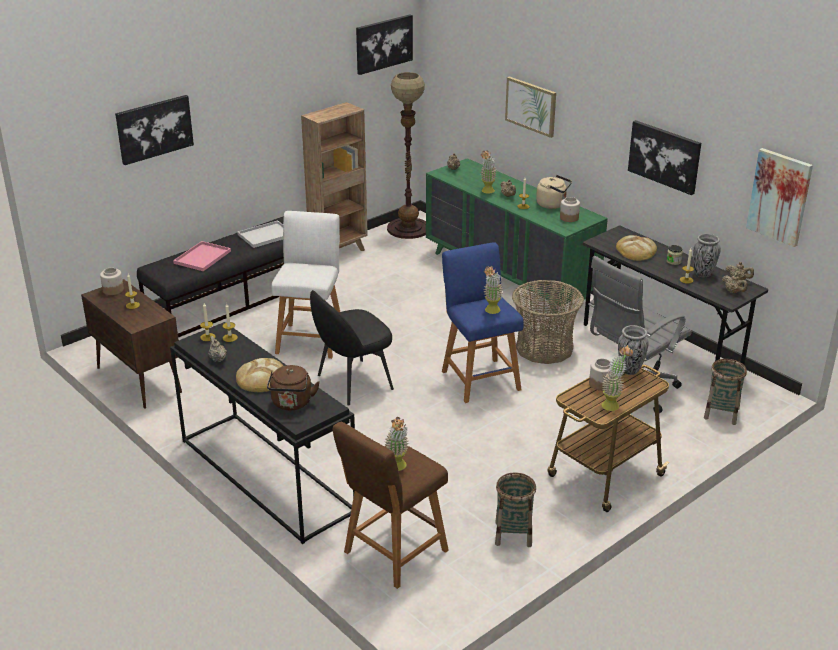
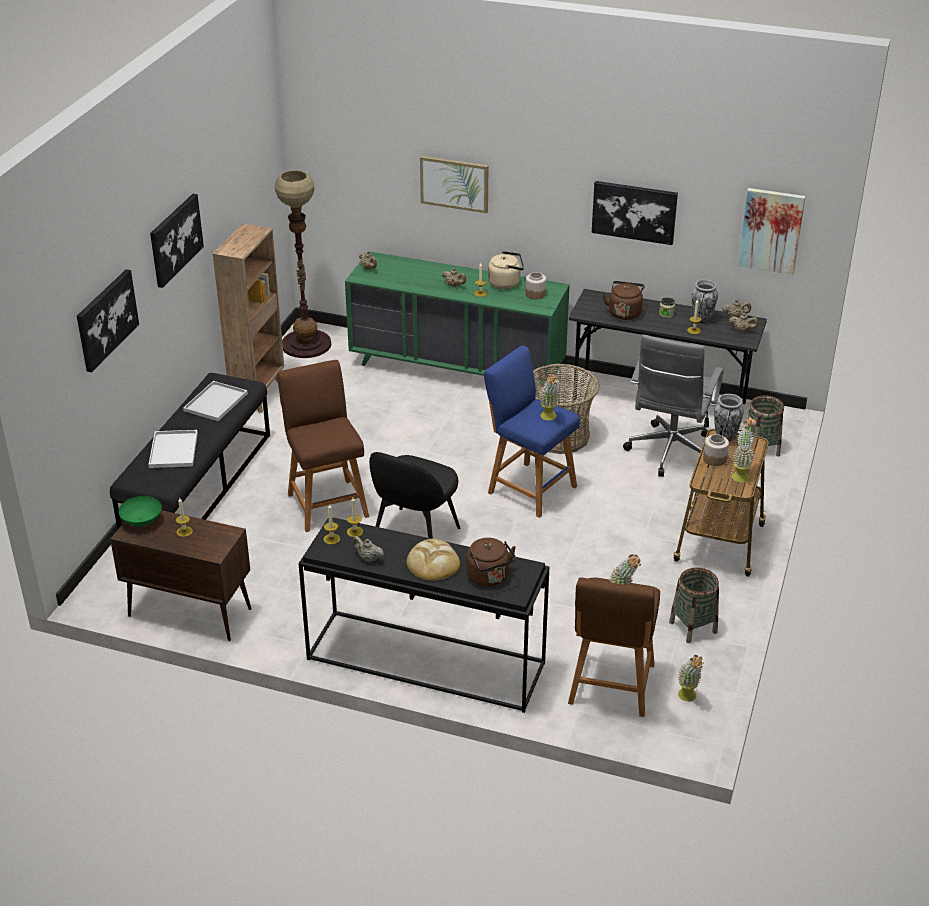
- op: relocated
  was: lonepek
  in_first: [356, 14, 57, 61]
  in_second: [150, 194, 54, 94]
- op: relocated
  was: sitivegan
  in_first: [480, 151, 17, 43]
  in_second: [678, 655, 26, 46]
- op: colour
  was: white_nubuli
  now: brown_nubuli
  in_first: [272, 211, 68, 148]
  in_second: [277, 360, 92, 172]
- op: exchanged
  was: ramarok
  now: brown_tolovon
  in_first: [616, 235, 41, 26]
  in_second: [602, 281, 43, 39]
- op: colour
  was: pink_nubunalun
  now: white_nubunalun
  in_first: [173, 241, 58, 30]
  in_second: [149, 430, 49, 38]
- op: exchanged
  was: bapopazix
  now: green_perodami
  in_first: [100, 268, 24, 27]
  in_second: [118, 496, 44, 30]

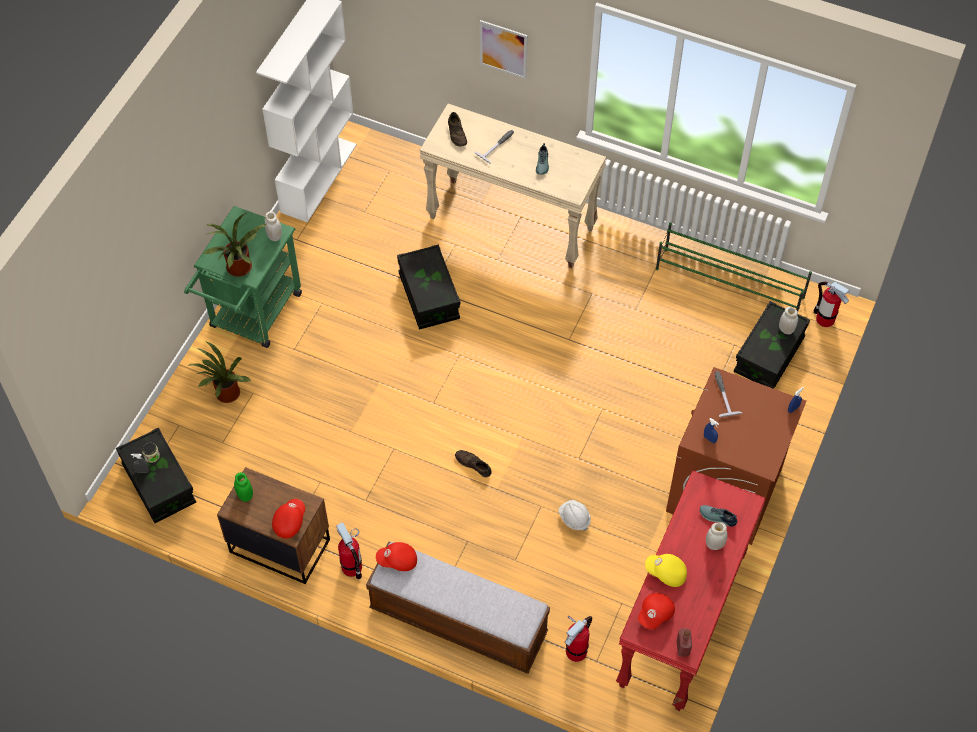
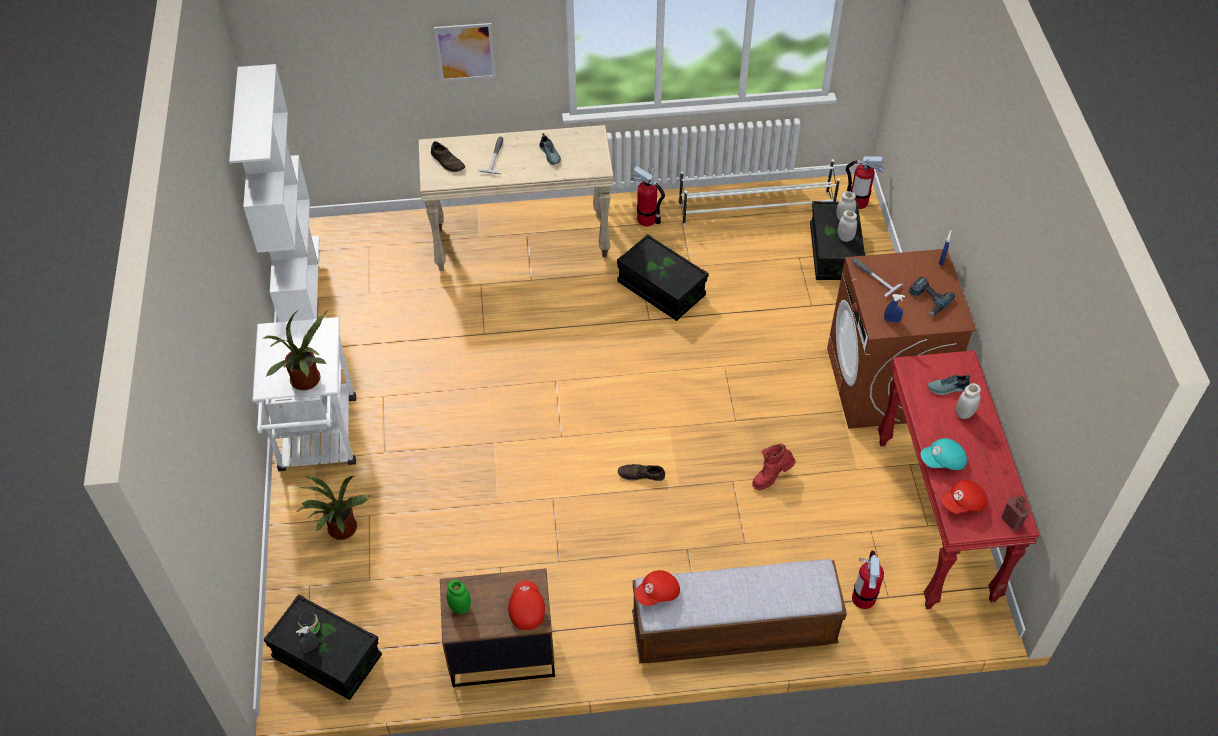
- op: colour
  was: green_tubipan
  now: white_tubipan
  in_first: [184, 206, 118, 142]
  in_second: [252, 317, 104, 154]
- op: relocated
  was: white_bapopazix
  in_first: [265, 211, 17, 30]
  in_second: [838, 210, 19, 32]
- op: colour
  was: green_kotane
  now: white_kotane
  in_first: [656, 223, 156, 88]
  in_second: [679, 159, 161, 66]
- op: relocated
  was: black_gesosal
  in_first: [397, 244, 64, 86]
  in_second: [617, 234, 92, 87]
- op: exchanged
  was: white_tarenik
  now: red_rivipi
  in_first: [559, 500, 32, 32]
  in_second: [752, 443, 44, 47]
- op: relocated
  was: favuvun
  in_first: [336, 522, 26, 57]
  in_second: [631, 165, 34, 61]
- op: colour
  was: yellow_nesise
  now: turquoise_nesise
  in_first: [645, 554, 42, 33]
  in_second: [920, 438, 47, 32]
- op: spun
  was: red_nesise
  in_first: [638, 593, 37, 36]
  in_second: [942, 480, 46, 33]
  clockwise: 60
- op: appeared
  now: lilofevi
  in_second: [909, 276, 46, 40]

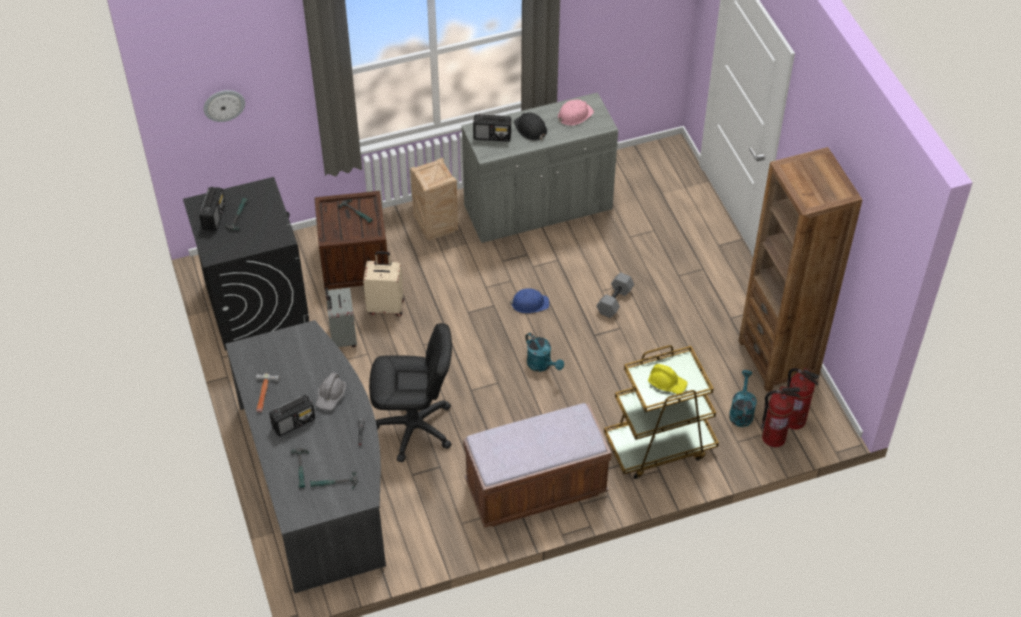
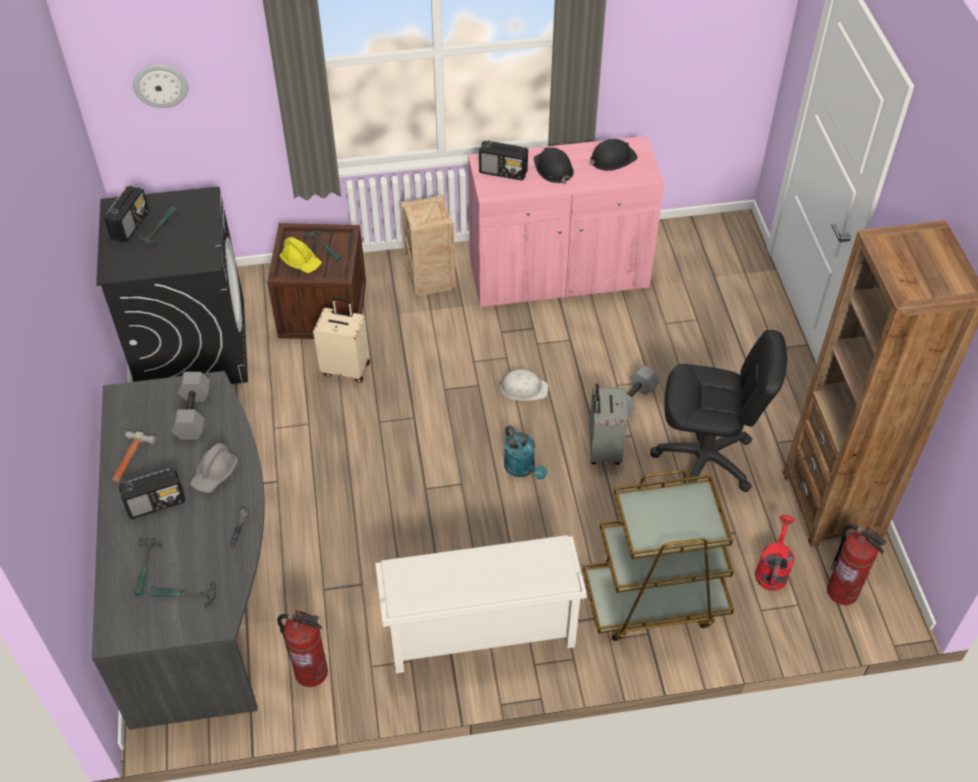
- op: colour
  was: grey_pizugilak
  now: pink_pizugilak
  in_first: [462, 92, 156, 151]
  in_second: [468, 136, 196, 171]
- op: colour
  was: pink_tarenik
  now: black_tarenik
  in_first: [558, 99, 36, 27]
  in_second: [590, 139, 48, 32]
- op: relocated
  was: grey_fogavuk
  in_first: [325, 287, 32, 60]
  in_second: [589, 384, 39, 81]
- op: colour
  was: blue_tarenik
  now: white_tarenik
  in_first: [510, 288, 39, 25]
  in_second: [498, 369, 51, 32]
- op: relocated
  was: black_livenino
  in_first: [369, 323, 83, 139]
  in_second: [650, 330, 137, 162]
- op: relocated
  was: yellow_tarenik
  in_first: [648, 364, 40, 30]
  in_second: [280, 237, 42, 36]
- op: colour
  was: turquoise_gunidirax
  now: red_gunidirax
  in_first: [729, 370, 28, 57]
  in_second: [755, 515, 40, 76]
- op: relocated
  was: favuvun
  in_first: [761, 386, 39, 61]
  in_second: [277, 610, 51, 77]
- op: exchanged
  was: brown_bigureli
  now: white_kotane
  in_first: [463, 403, 149, 125]
  in_second: [375, 535, 212, 138]
- op: appeared
  now: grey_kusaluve
  in_second: [171, 372, 39, 68]

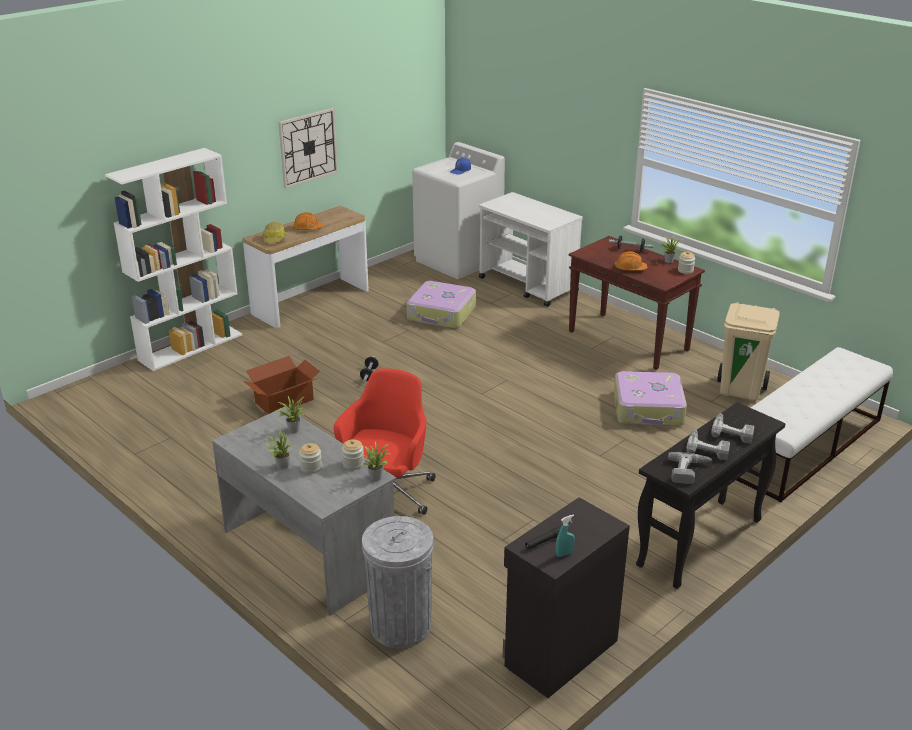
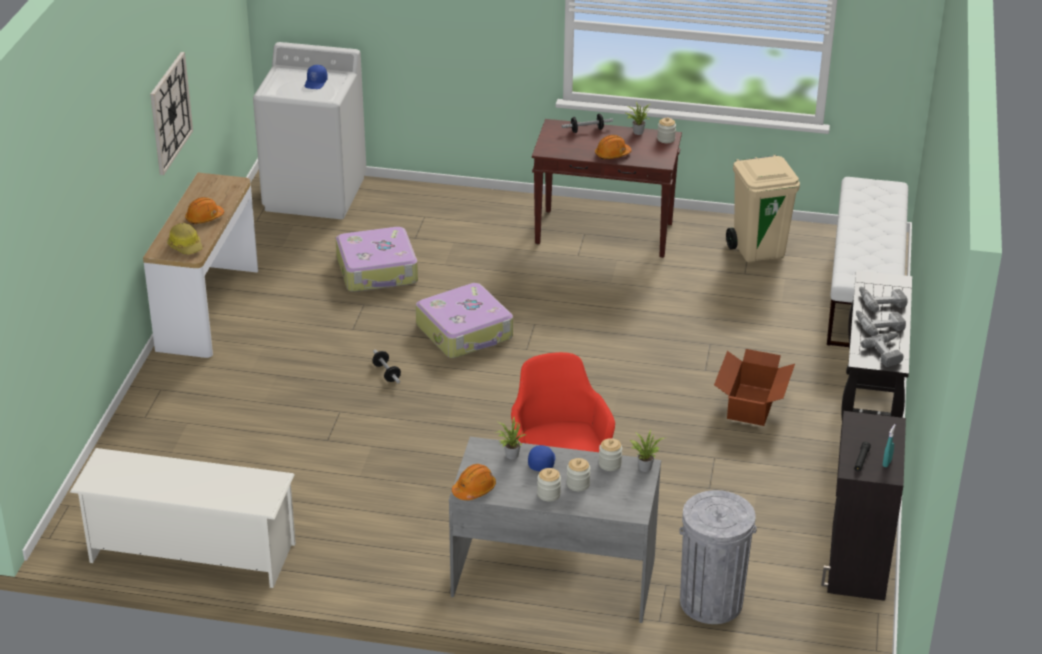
- op: missing
  was: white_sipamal
  in_first: [105, 148, 137, 223]
- op: missing
  was: white_tubipan
  in_first: [479, 192, 104, 115]
- op: relocated
  was: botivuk
  in_first: [244, 356, 76, 58]
  in_second: [714, 349, 81, 77]
- op: relocated
  was: fogavuk
  in_first: [614, 371, 73, 55]
  in_second: [416, 283, 97, 75]
- op: exchanged
  was: sitivegan
  now: bapopazix
  in_first: [265, 429, 28, 40]
  in_second: [537, 468, 24, 33]
- op: appeared
  now: blue_nesise
  in_second: [528, 445, 27, 26]
- op: appeared
  now: white_kotane
  in_second: [70, 448, 226, 140]
- op: appeared
  now: orange_tarenik
  in_second: [452, 464, 44, 36]

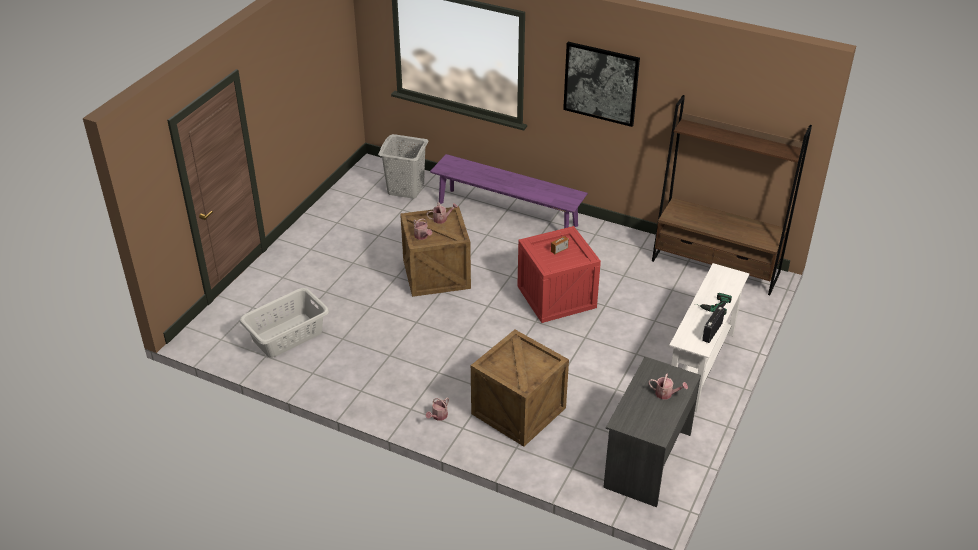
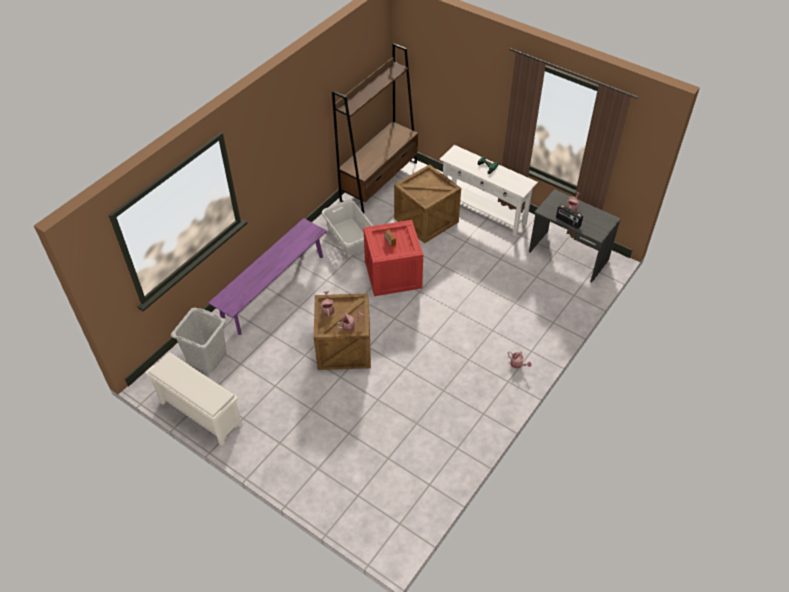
- op: missing
  was: lonepek
  in_first: [563, 42, 77, 85]
- op: relocated
  was: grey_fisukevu
  in_first: [240, 288, 89, 70]
  in_second: [321, 200, 52, 56]
- op: relocated
  was: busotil
  in_first: [702, 306, 23, 37]
  in_second: [556, 204, 27, 25]
- op: relocated
  was: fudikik
  in_first: [471, 330, 98, 117]
  in_second: [394, 164, 67, 80]
- op: appeared
  now: white_kotane
  in_second: [145, 352, 98, 94]

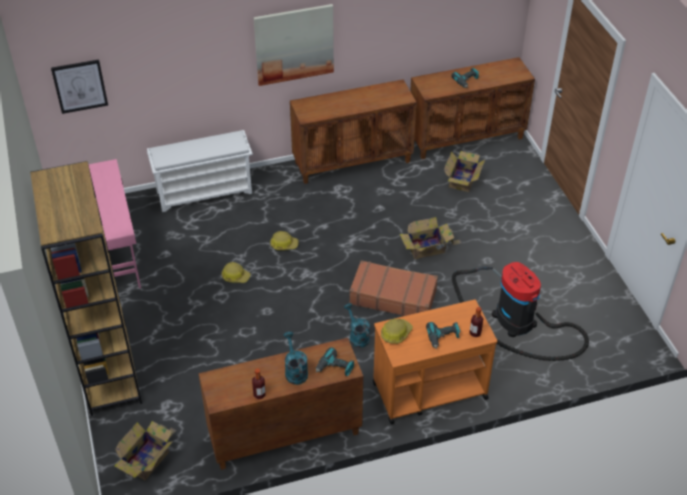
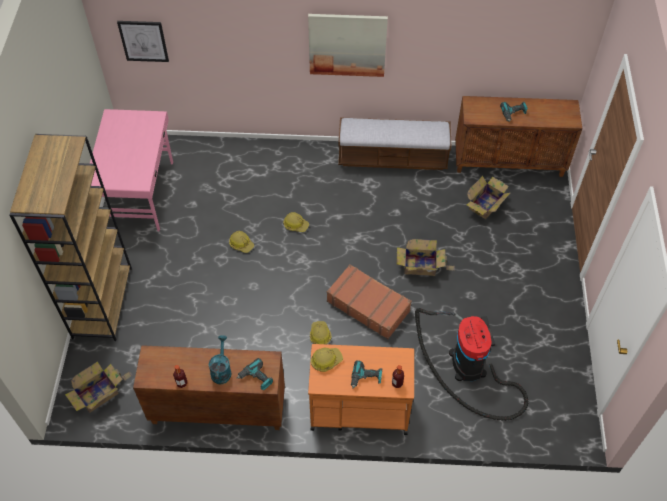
- op: exchanged
  was: brown_pizugilak
  now: bigureli
  in_first: [290, 79, 127, 105]
  in_second: [338, 118, 113, 52]
- op: missing
  was: white_kotane
  in_first: [147, 130, 106, 82]
- op: exchanged
  was: turquoise_gunidirax
  now: tarenik
  in_first: [344, 303, 26, 45]
  in_second: [310, 321, 22, 23]

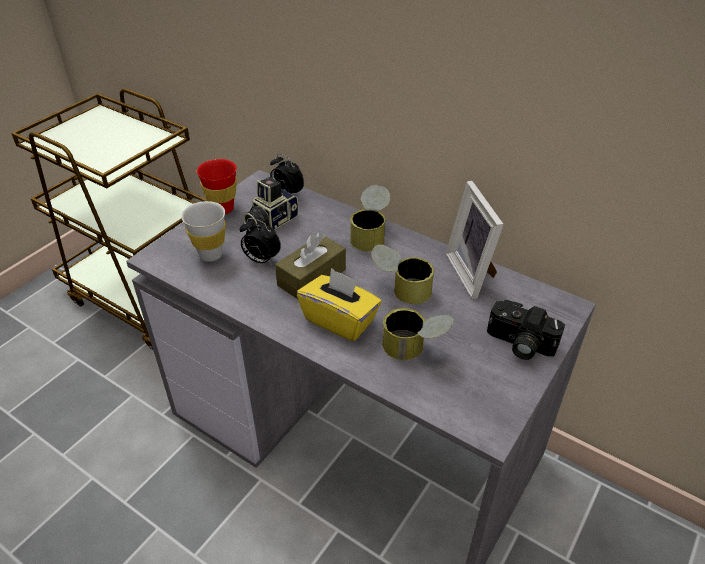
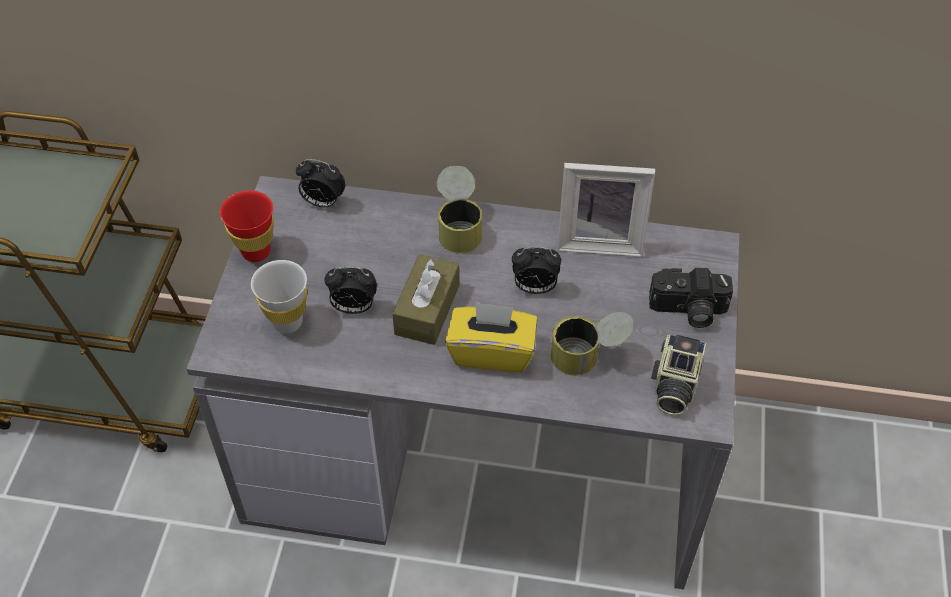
- op: relocated
  was: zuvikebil
  in_first: [243, 177, 56, 53]
  in_second: [651, 334, 55, 81]
- op: spun
  was: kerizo
  in_first: [446, 181, 58, 118]
  in_second: [557, 163, 98, 94]
  clockwise: -45
- op: exchanged
  was: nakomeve
  now: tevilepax
  in_first: [371, 245, 63, 59]
  in_second: [512, 247, 49, 47]

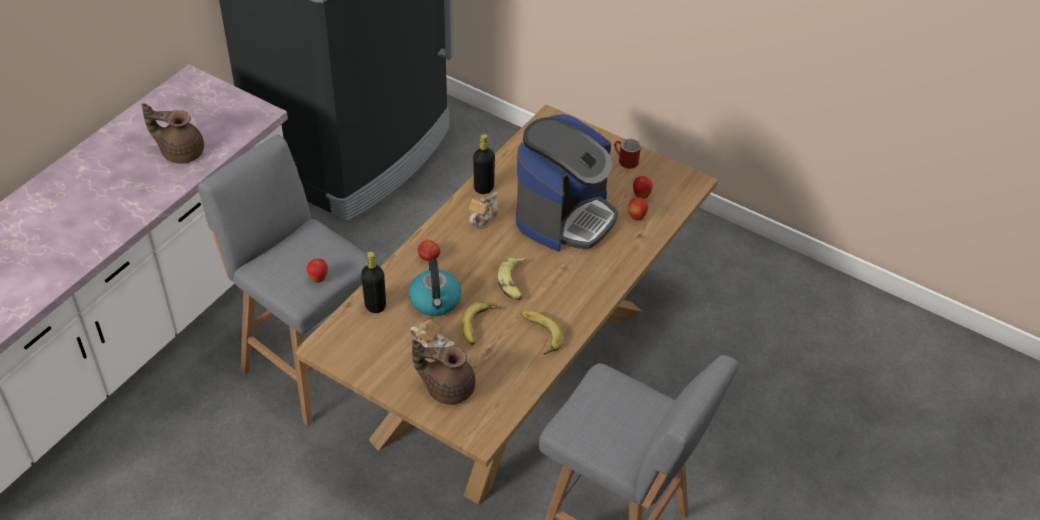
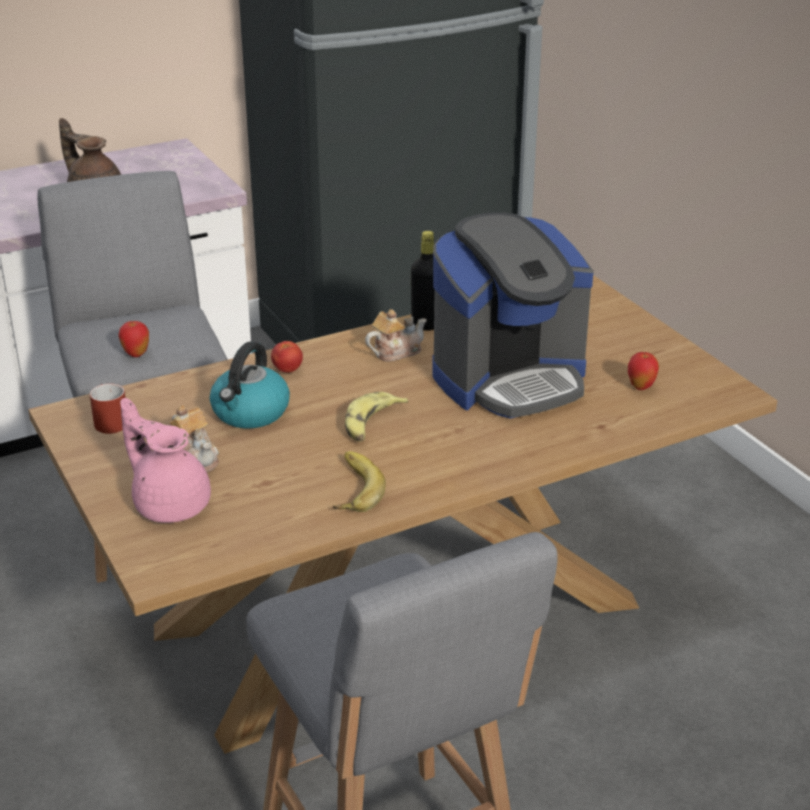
- op: relocated
  was: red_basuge
  in_first: [614, 139, 27, 30]
  in_second: [90, 384, 36, 50]
- op: missing
  was: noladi
  in_first: [628, 197, 20, 24]
- op: missing
  was: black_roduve
  in_first: [361, 251, 25, 62]
- op: missing
  was: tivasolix
  in_first: [461, 302, 40, 43]
- op: colour
  was: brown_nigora
  now: pink_nigora
  in_first: [412, 340, 64, 65]
  in_second: [120, 398, 91, 125]

